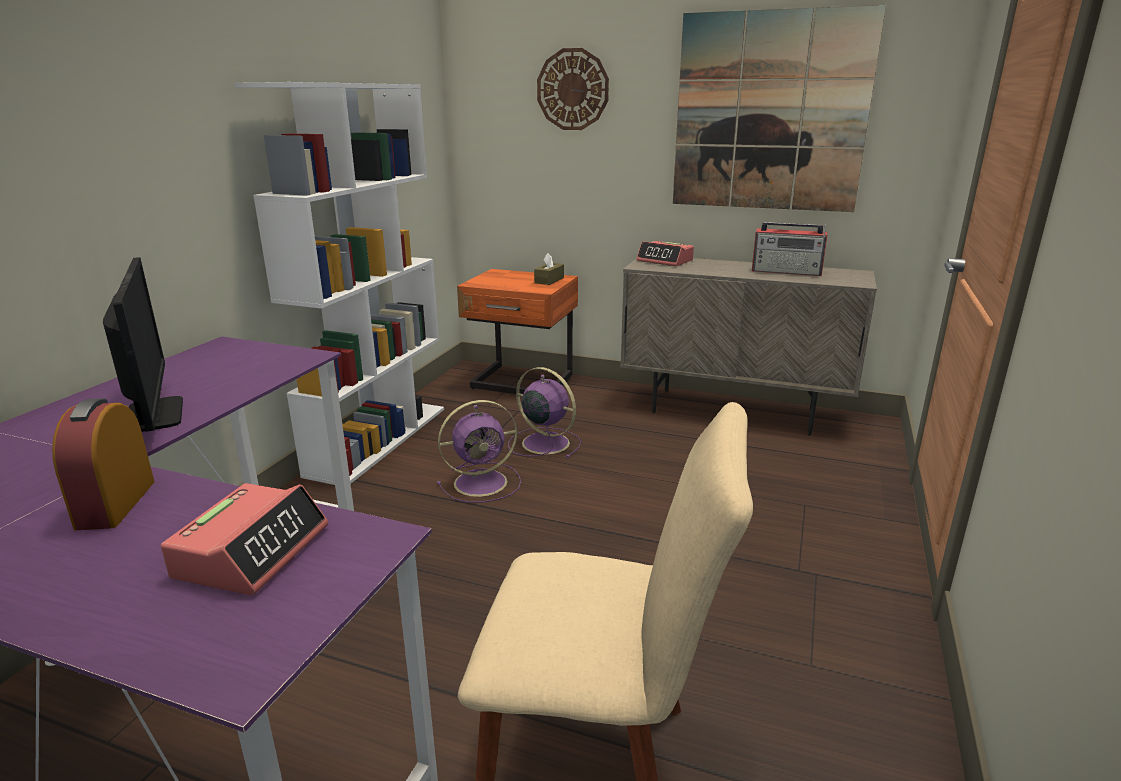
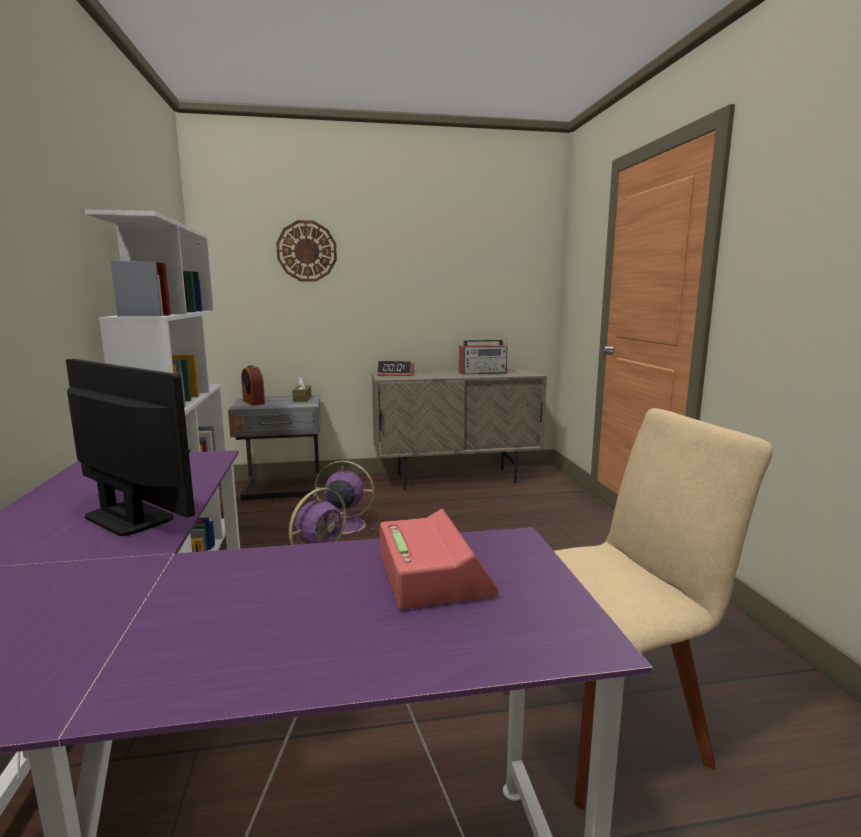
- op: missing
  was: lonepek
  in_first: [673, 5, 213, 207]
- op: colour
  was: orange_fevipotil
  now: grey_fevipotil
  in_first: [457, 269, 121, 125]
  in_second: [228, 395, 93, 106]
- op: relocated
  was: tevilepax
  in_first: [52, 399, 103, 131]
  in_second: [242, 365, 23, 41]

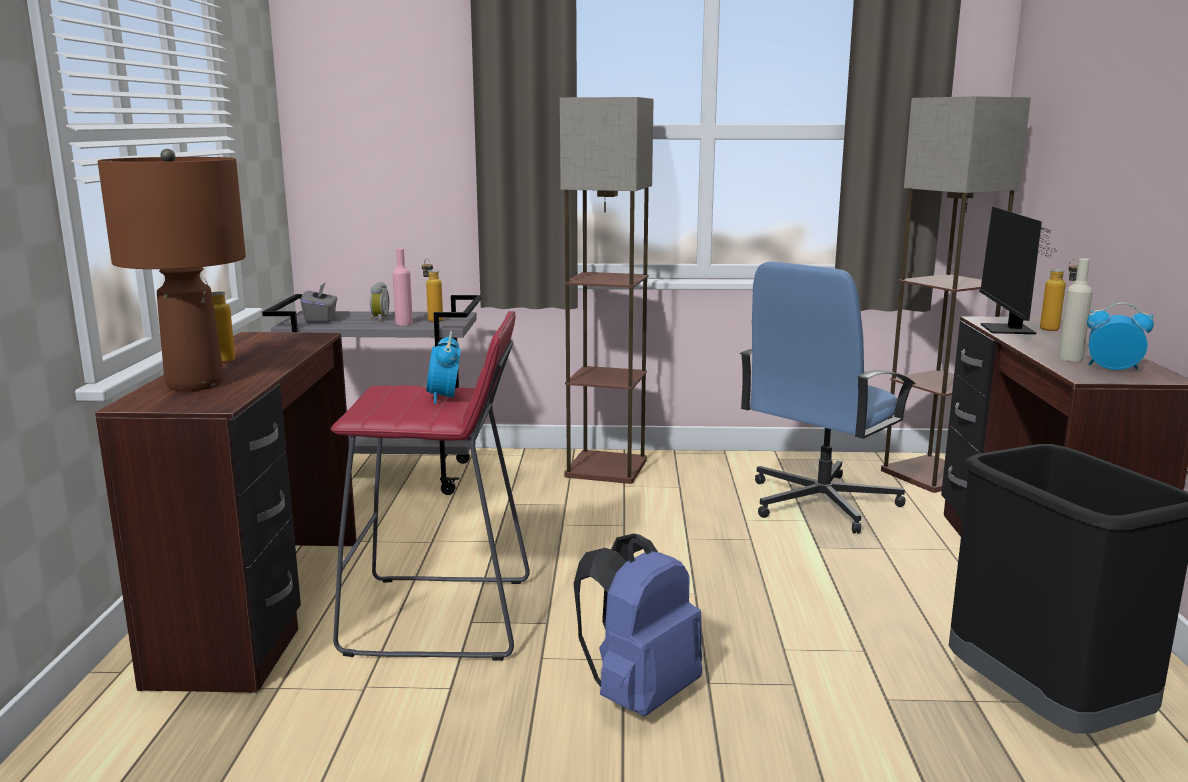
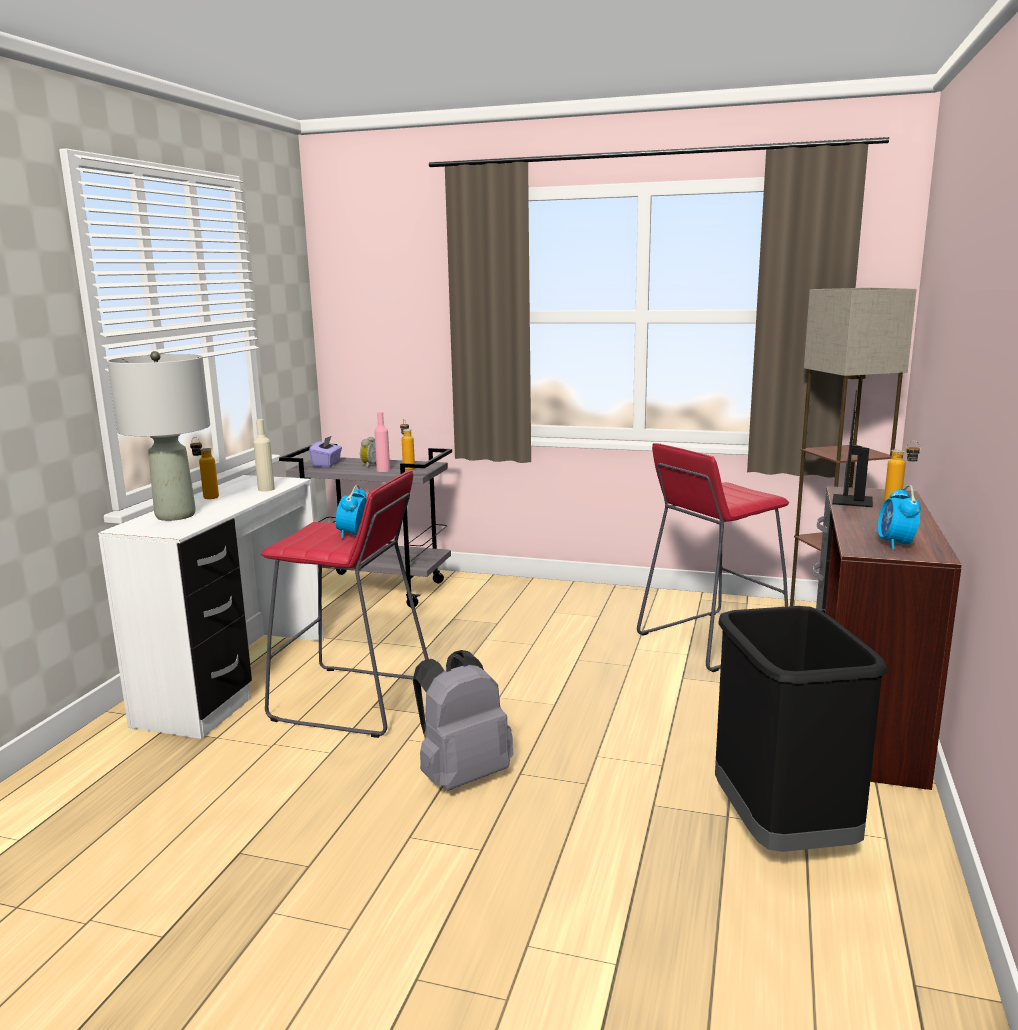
- op: missing
  was: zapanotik
  in_first: [560, 97, 94, 387]
- op: colour
  was: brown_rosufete
  now: grey_rosufete
  in_first: [98, 149, 148, 242]
  in_second: [107, 351, 103, 170]
- op: relocated
  was: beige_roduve
  in_first: [1058, 258, 35, 103]
  in_second: [253, 419, 22, 73]
- op: exchanged
  was: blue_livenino
  now: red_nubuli
  in_first: [740, 261, 176, 273]
  in_second: [637, 443, 152, 229]
- op: colour
  was: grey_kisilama
  now: purple_kisilama
  in_first: [300, 282, 37, 41]
  in_second: [309, 435, 33, 32]
- op: spun
  was: tevilepax
  in_first: [1087, 302, 67, 68]
  in_second: [878, 485, 43, 65]
  clockwise: -120
- op: colour
  was: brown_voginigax
  now: white_voginigax
  in_first: [95, 332, 262, 362]
  in_second: [98, 475, 226, 264]
- op: colour
  was: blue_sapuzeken
  now: grey_sapuzeken
  in_first: [574, 533, 128, 183]
  in_second: [413, 650, 100, 141]

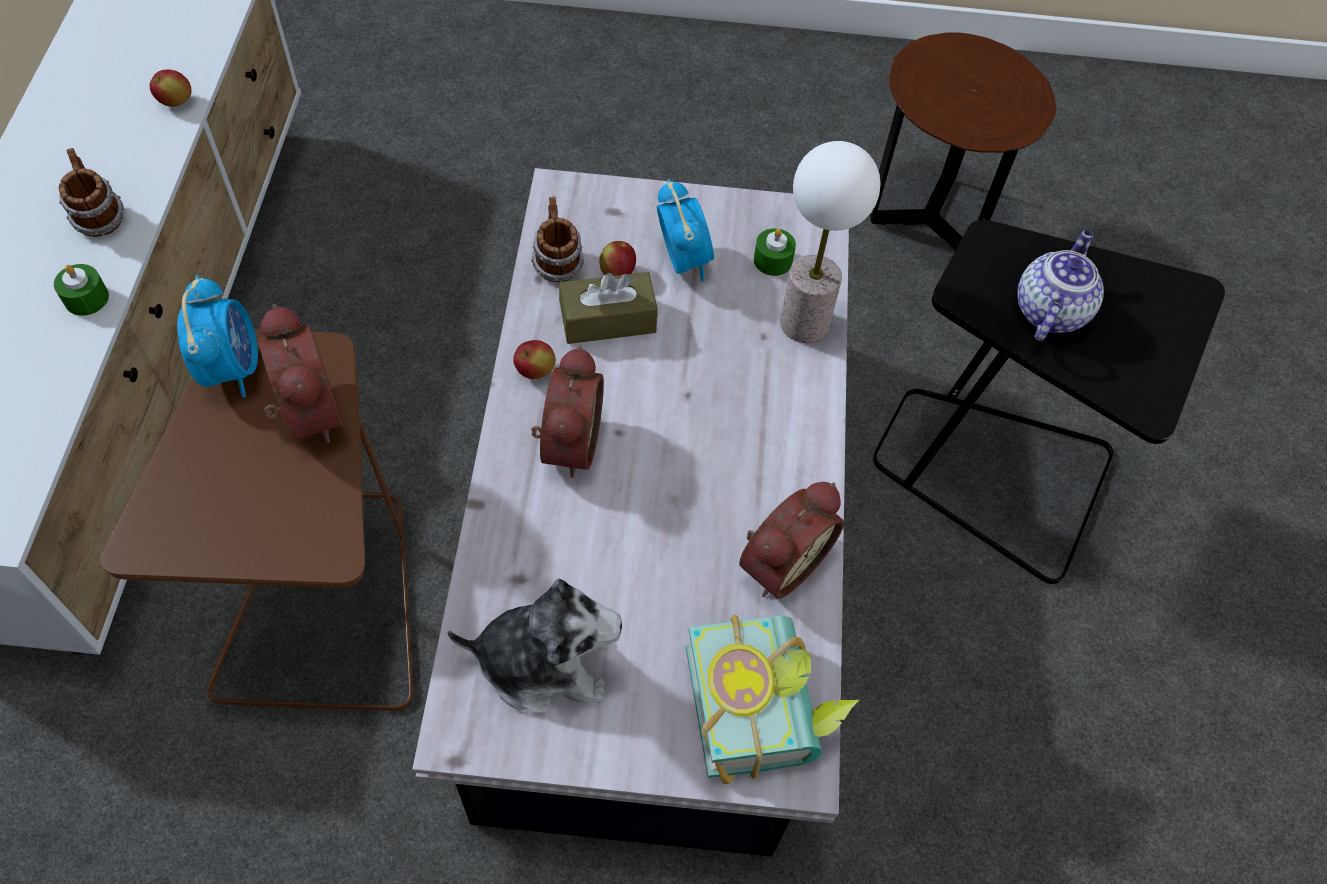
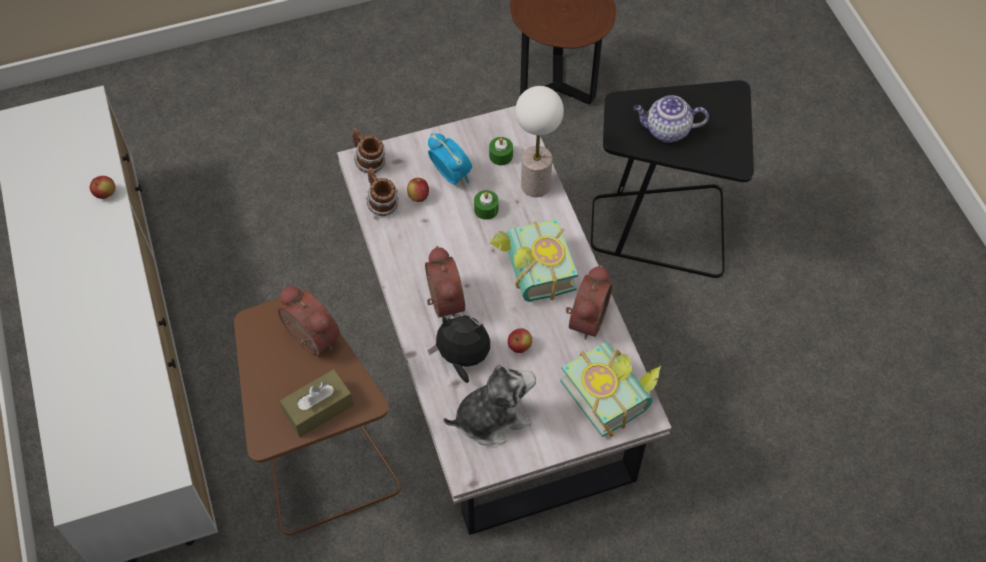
- op: relocated
  was: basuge
  in_first: [59, 148, 66, 89]
  in_second: [352, 128, 34, 45]
- op: spun
  was: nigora
  in_first: [1017, 229, 87, 112]
  in_second: [634, 95, 75, 47]
  clockwise: -90
- op: relocated
  was: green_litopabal
  in_first: [54, 264, 55, 52]
  in_second: [474, 190, 25, 30]
- op: relocated
  was: brown_kisilama
  in_first: [559, 272, 99, 72]
  in_second: [280, 369, 74, 68]
- op: missing
  was: tevilepax
  in_first: [177, 275, 81, 122]
- op: relocated
  was: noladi
  in_first: [513, 340, 43, 39]
  in_second: [508, 328, 24, 25]
- op: appeared
  now: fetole
  in_second: [490, 218, 88, 84]
- op: appeared
  now: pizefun
  in_second: [428, 315, 62, 68]

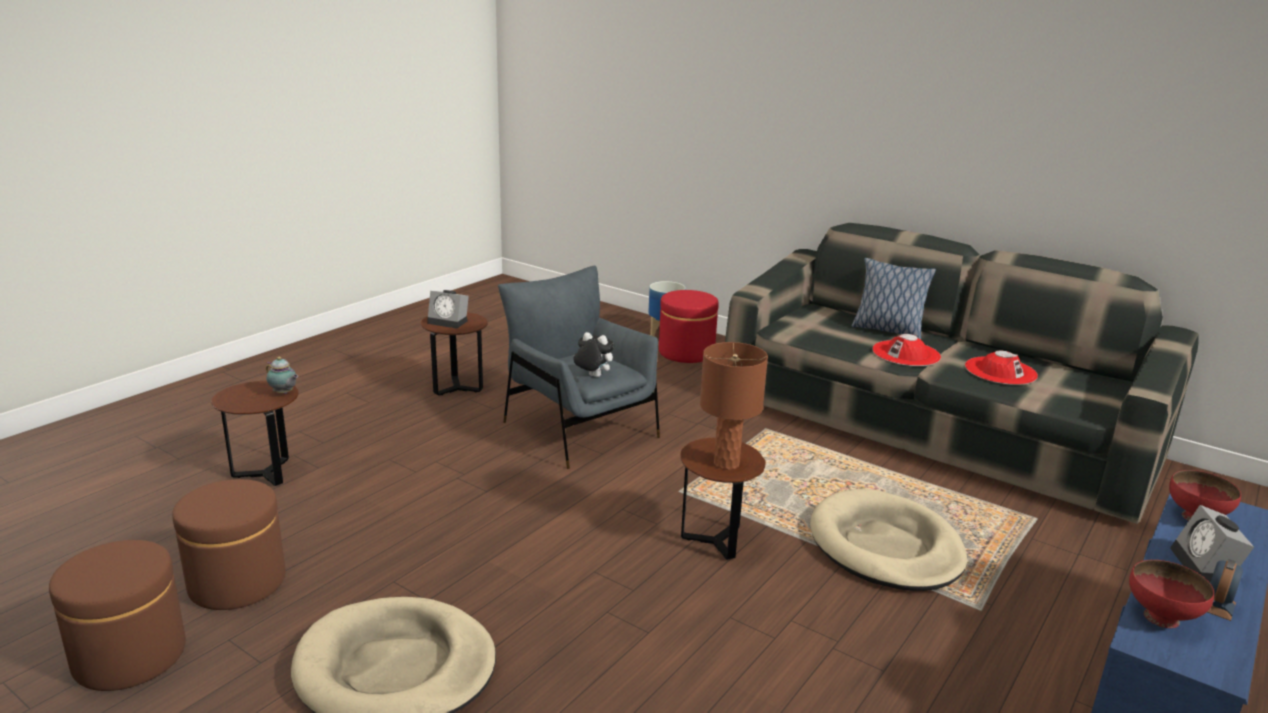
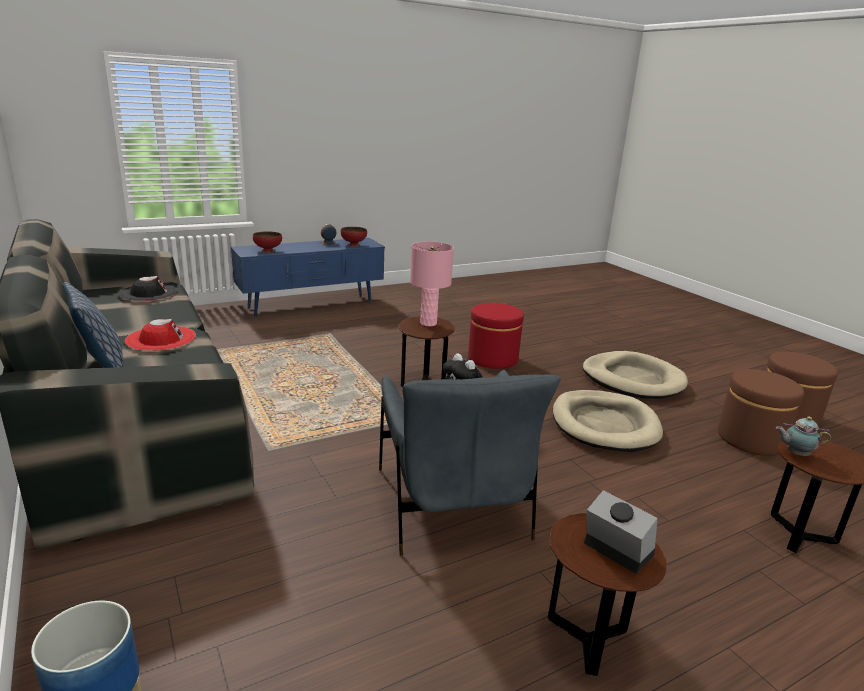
- op: relocated
  was: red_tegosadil
  in_first: [659, 290, 60, 73]
  in_second: [468, 303, 56, 66]
- op: colour
  was: brown_rosufete
  now: pink_rosufete
  in_first: [700, 342, 68, 128]
  in_second: [410, 241, 44, 85]
- op: missing
  was: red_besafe
  in_first: [965, 351, 73, 34]
- op: spun
  was: nigora
  in_first: [266, 357, 32, 37]
  in_second: [776, 416, 55, 40]
  clockwise: -45
- op: relocated
  was: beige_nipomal
  in_first: [810, 489, 157, 102]
  in_second: [553, 390, 110, 62]
- op: missing
  was: tevilepax
  in_first: [1170, 505, 84, 77]
- op: appeared
  now: black_besafe
  in_second: [118, 276, 60, 25]

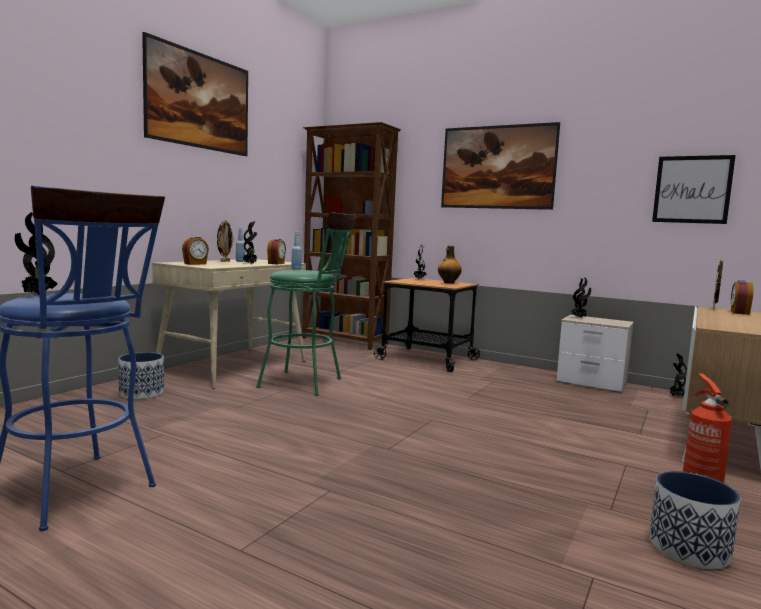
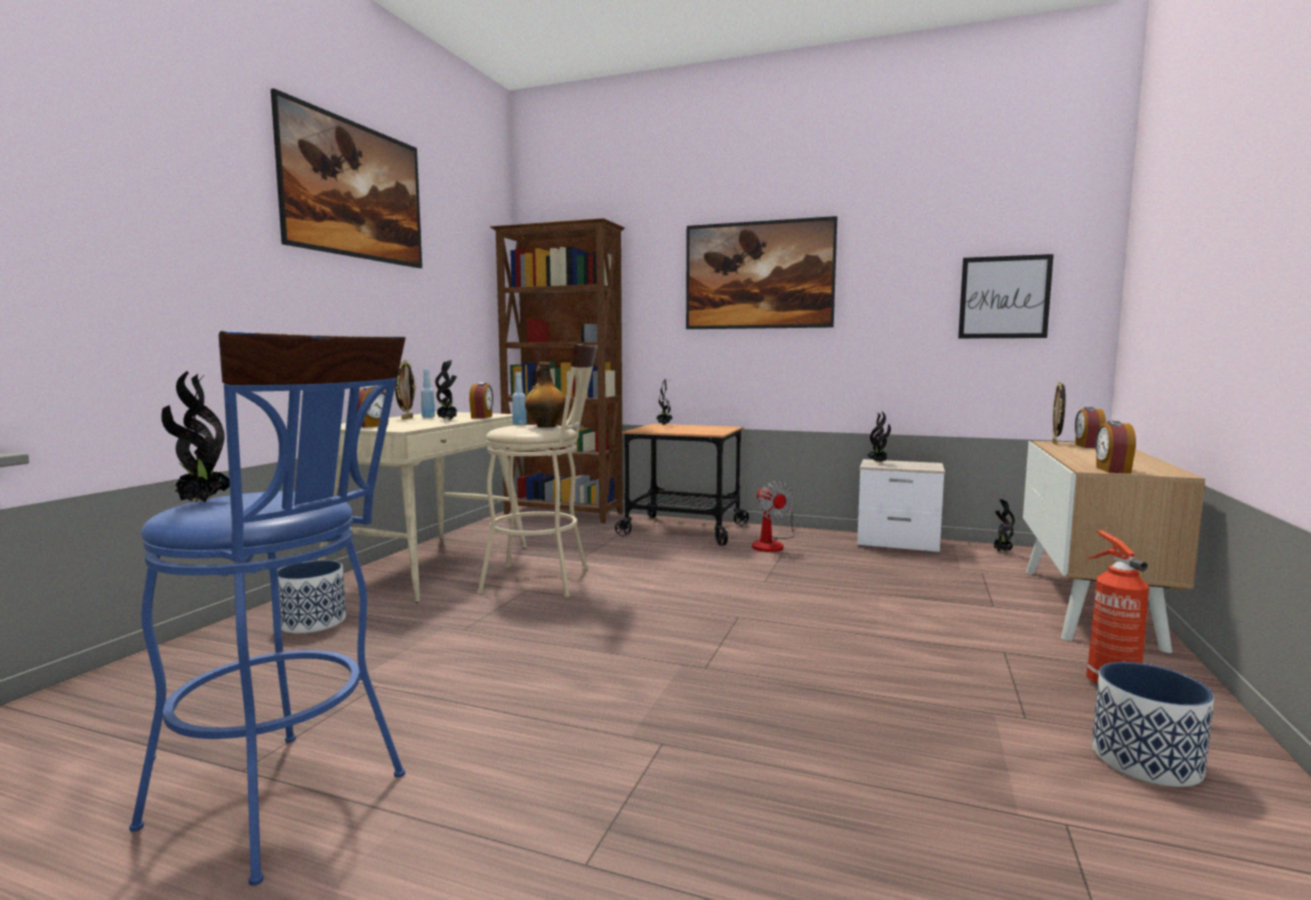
- op: colour
  was: green_nubuli
  now: beige_nubuli
  in_first: [256, 212, 100, 183]
  in_second: [477, 344, 120, 254]
- op: relocated
  was: roduve
  in_first: [438, 246, 24, 38]
  in_second: [525, 362, 41, 66]
- op: appeared
  now: tevilepax
  in_second: [1095, 421, 41, 52]
- op: appeared
  now: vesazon
  in_second: [752, 480, 43, 72]

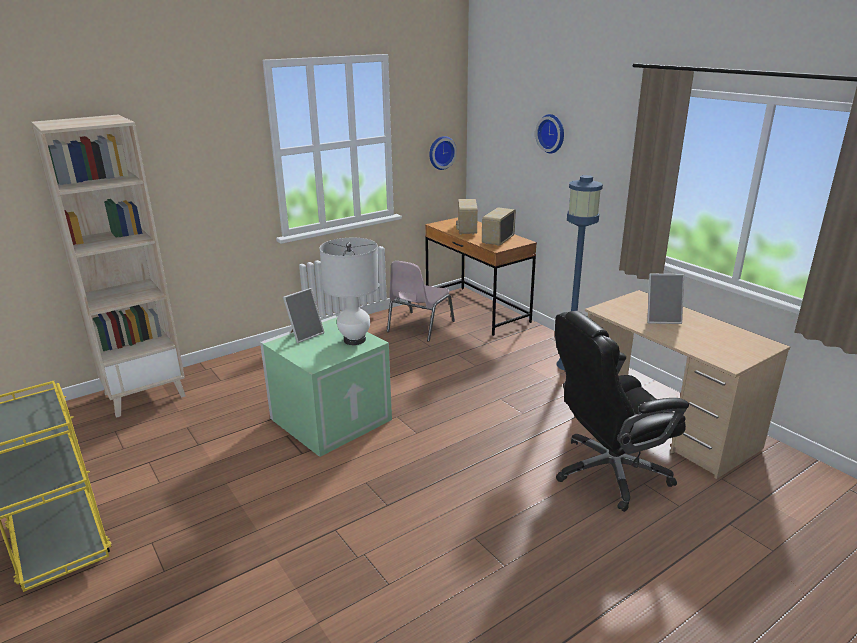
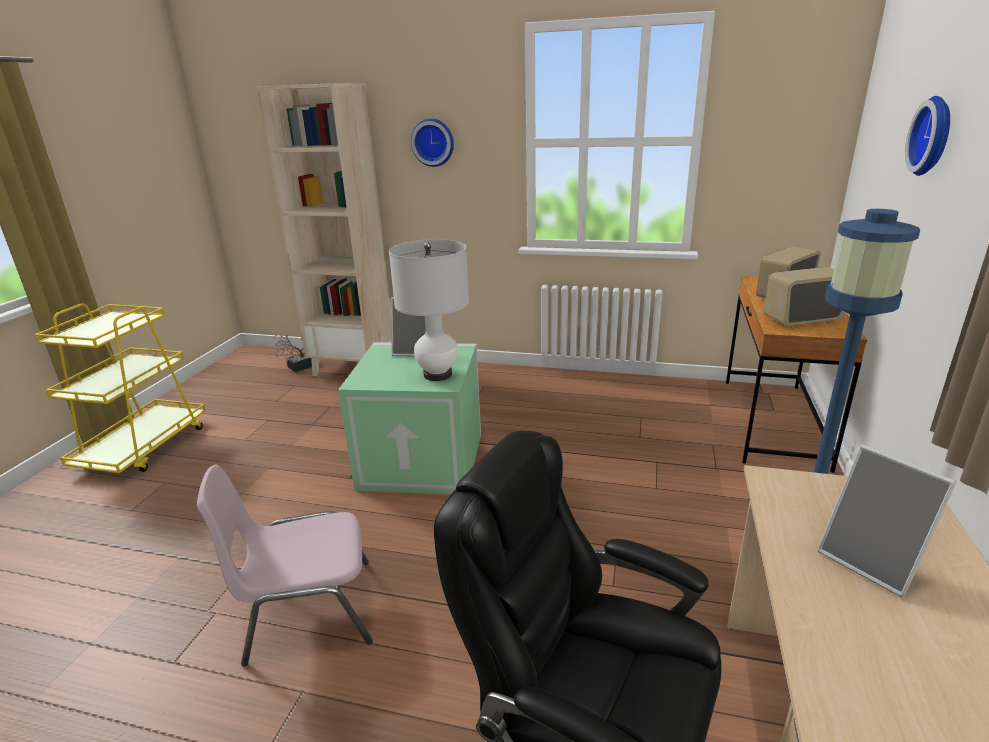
- op: relocated
  was: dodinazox
  in_first: [429, 136, 28, 34]
  in_second: [411, 118, 43, 49]
- op: relocated
  was: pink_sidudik
  in_first: [387, 261, 68, 81]
  in_second: [197, 464, 176, 203]
- op: appeared
  now: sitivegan
  in_second: [273, 335, 47, 37]

